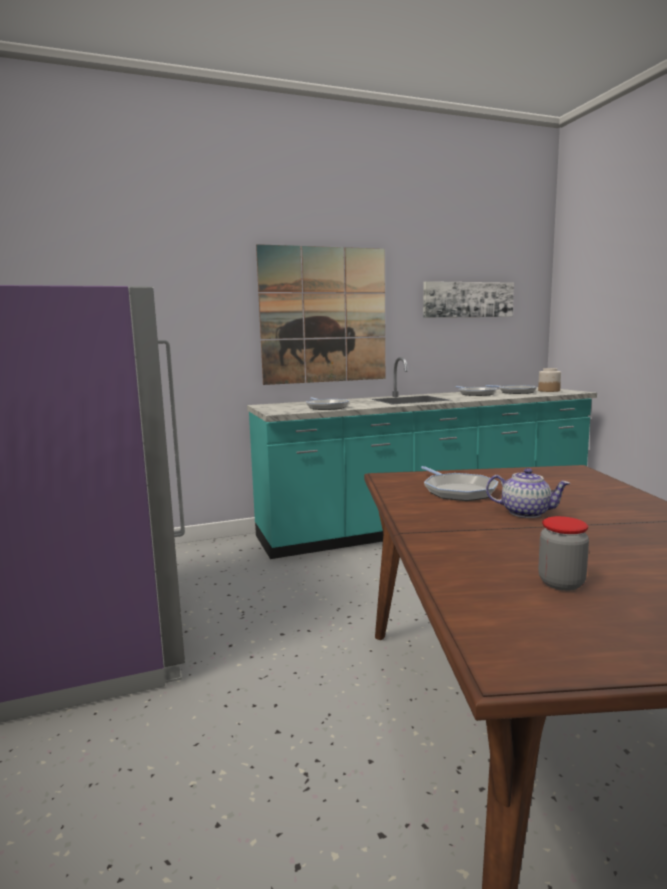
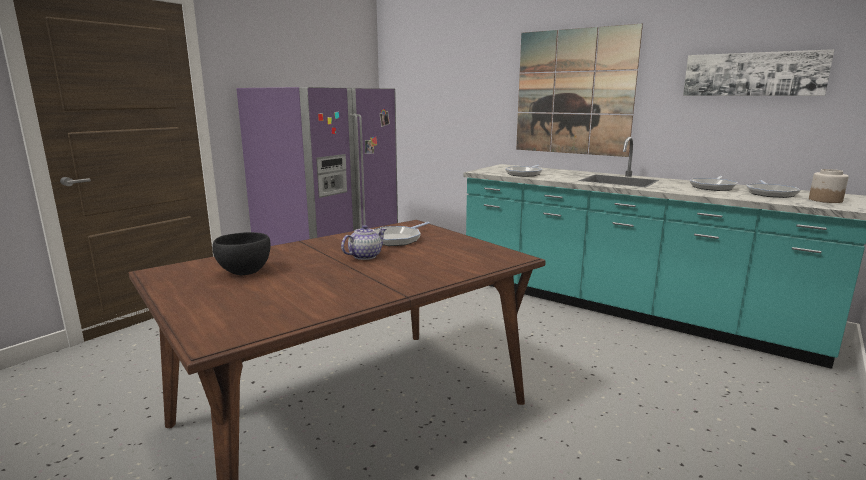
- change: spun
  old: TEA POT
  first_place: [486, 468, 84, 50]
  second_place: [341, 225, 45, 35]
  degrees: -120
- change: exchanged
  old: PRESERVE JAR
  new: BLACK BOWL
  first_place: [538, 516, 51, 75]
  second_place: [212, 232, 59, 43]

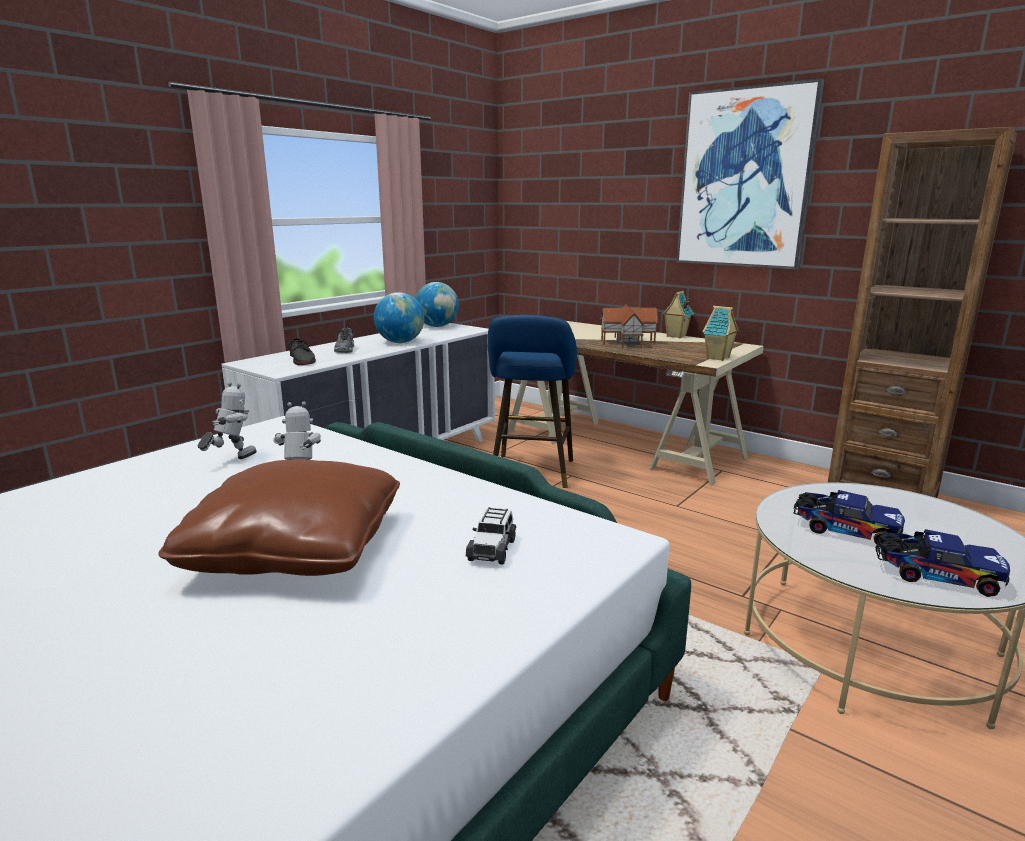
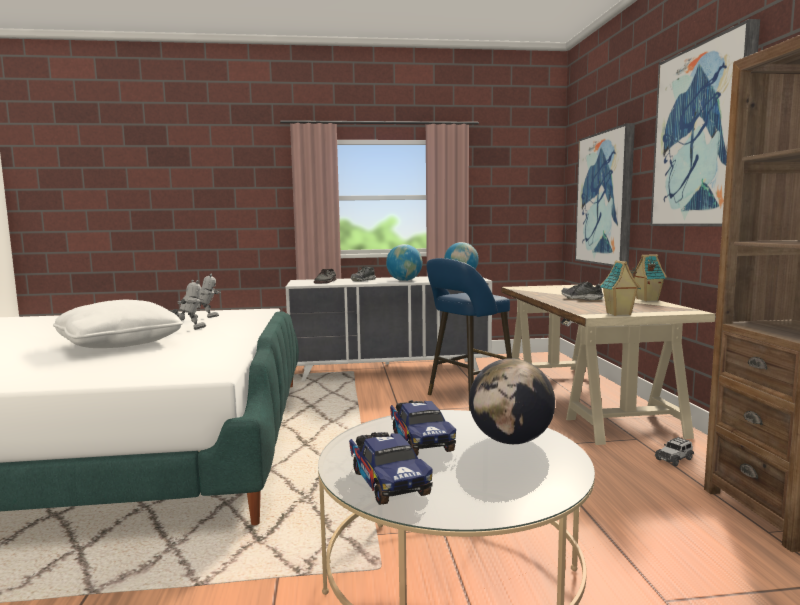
- change: colour
  old: BROWN-COLOURED THROW PILLOW
  new: WHITISH THROW PILLOW
  first_place: [158, 459, 242, 117]
  second_place: [53, 300, 130, 48]
- change: relocated
  old: TOY CAR
  first_place: [466, 507, 50, 58]
  second_place: [655, 437, 39, 29]
- change: exchanged
  old: MINIATURE HOUSE
  new: SHOE
  first_place: [600, 304, 59, 44]
  second_place: [561, 282, 43, 18]
- change: appeared
  new: DESK GLOBE
  second_place: [469, 359, 86, 85]
- change: appeared
  new: WALL PICTURE
  second_place: [575, 123, 60, 143]

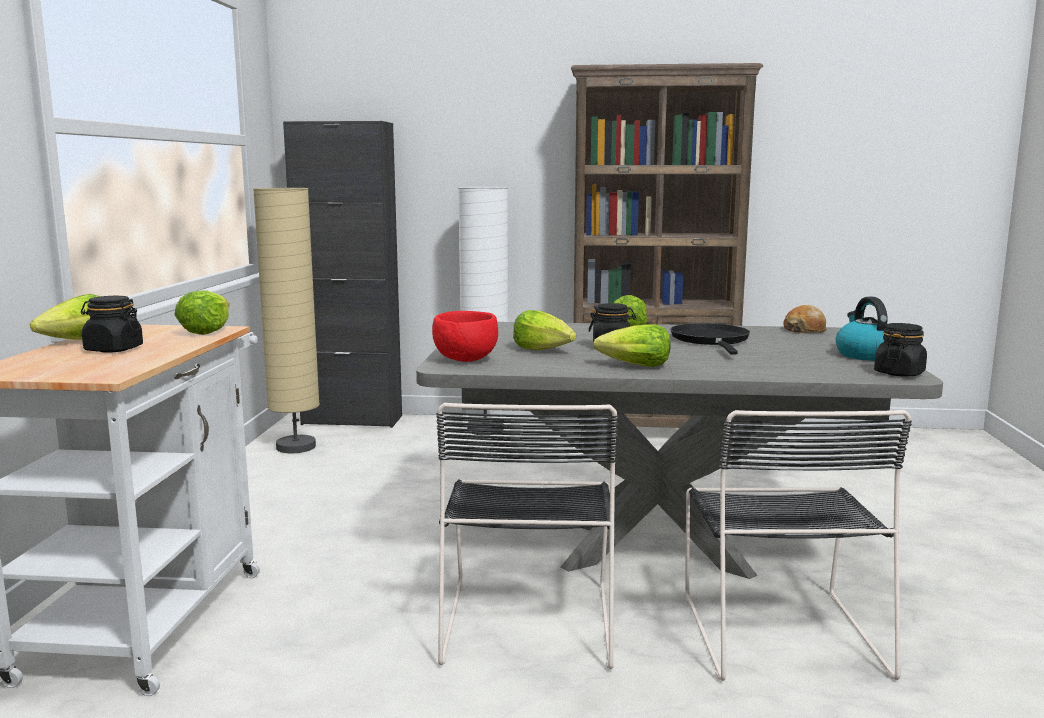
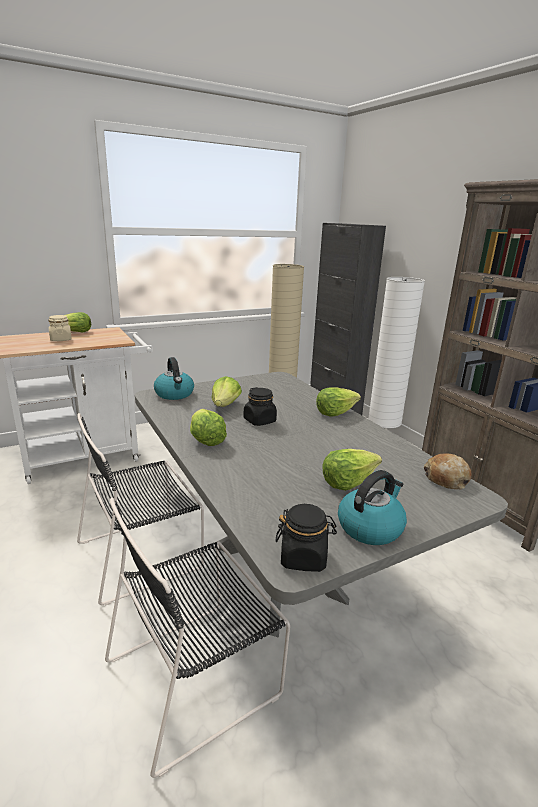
- change: colour
  old: BLACK PRESERVE JAR
  new: BEIGE-COLOURED PRESERVE JAR
  first_place: [81, 296, 62, 57]
  second_place: [49, 315, 23, 26]
- change: relocated
  old: LETTUCE HEAD
  first_place: [175, 290, 54, 45]
  second_place: [323, 449, 59, 42]
- change: exchanged
  old: RED-COLOURED BOWL
  new: KETTLE
  first_place: [432, 311, 66, 51]
  second_place: [154, 357, 40, 43]
- change: missing
  old: BLACK FRYING PAN
  first_place: [670, 323, 80, 32]

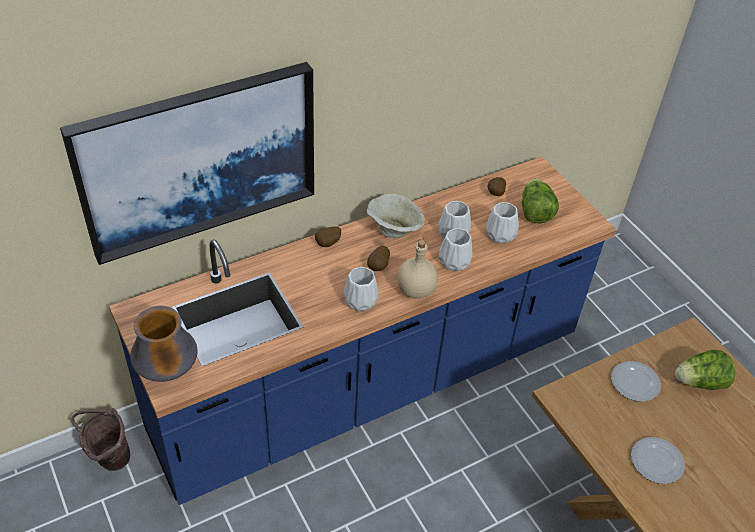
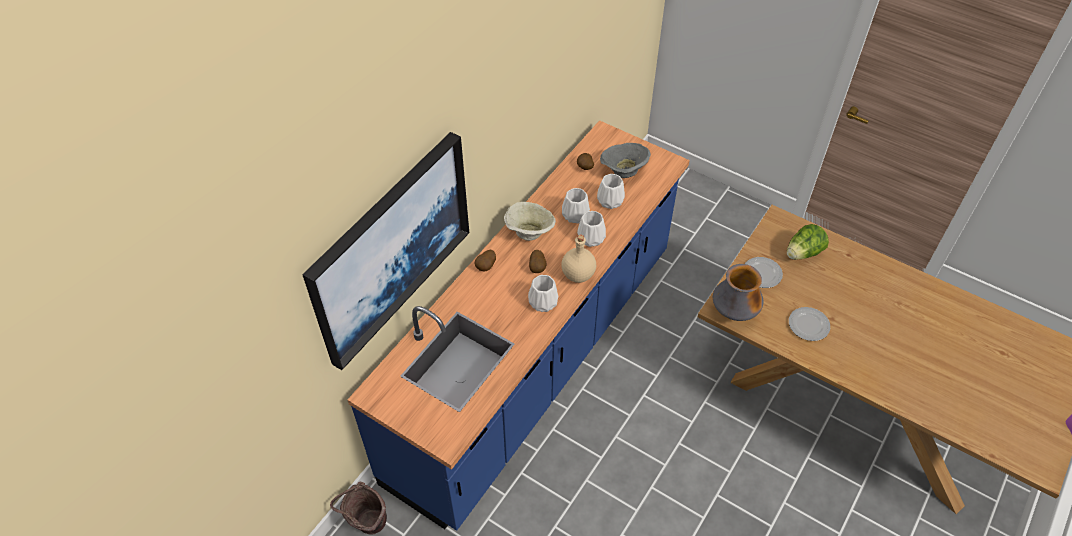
- change: relocated
  old: VASE
  first_place: [130, 306, 68, 76]
  second_place: [713, 264, 51, 57]
- change: exchanged
  old: LETTUCE HEAD
  new: GREY BOWL
  first_place: [522, 179, 37, 45]
  second_place: [600, 143, 51, 35]

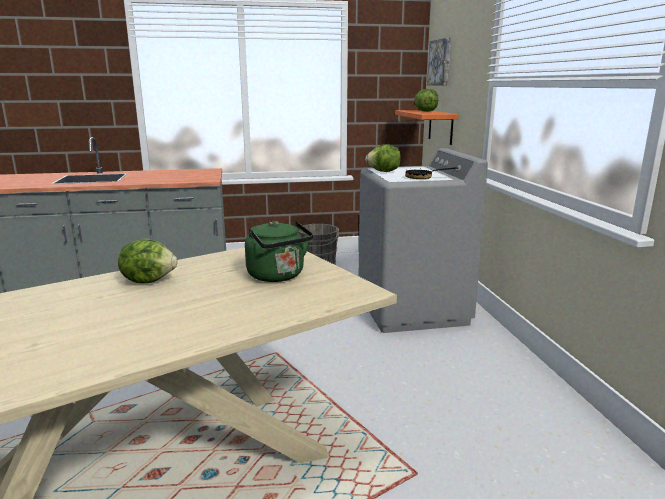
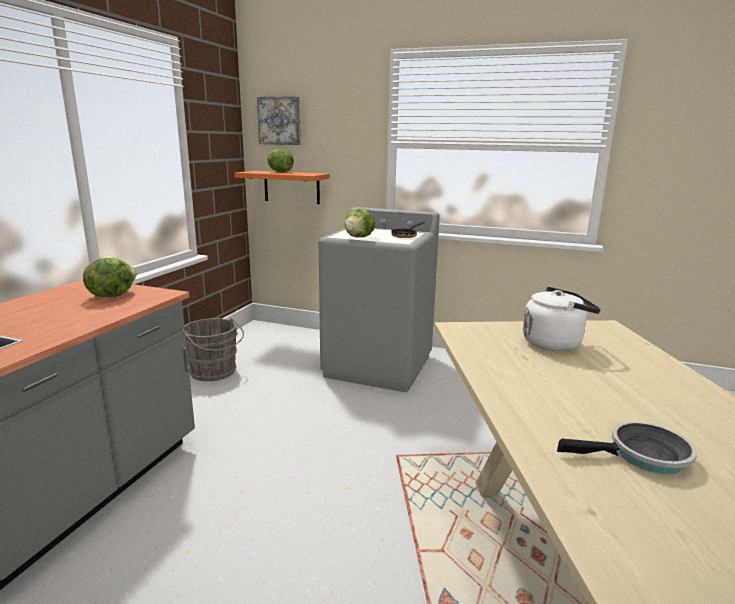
- change: relocated
  old: LETTUCE HEAD
  first_place: [118, 238, 59, 46]
  second_place: [83, 258, 54, 40]
- change: colour
  old: GREEN KETTLE
  new: WHITISH KETTLE
  first_place: [245, 221, 68, 61]
  second_place: [523, 287, 78, 64]
- change: appeared
  new: FRYING PAN
  second_place: [557, 421, 140, 53]

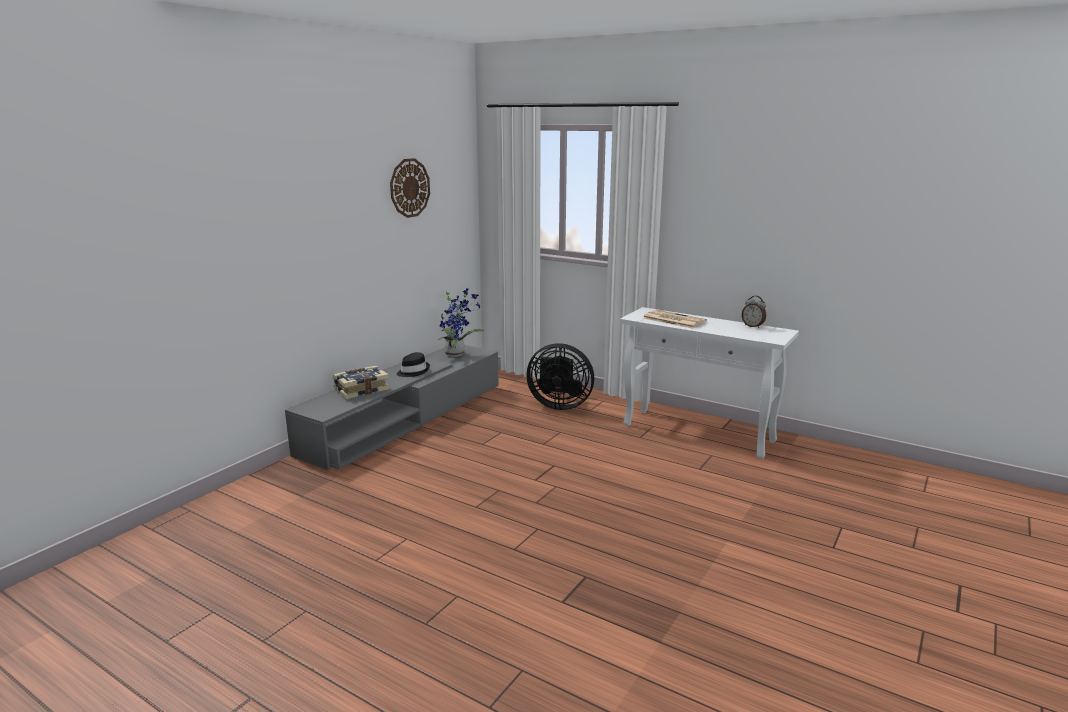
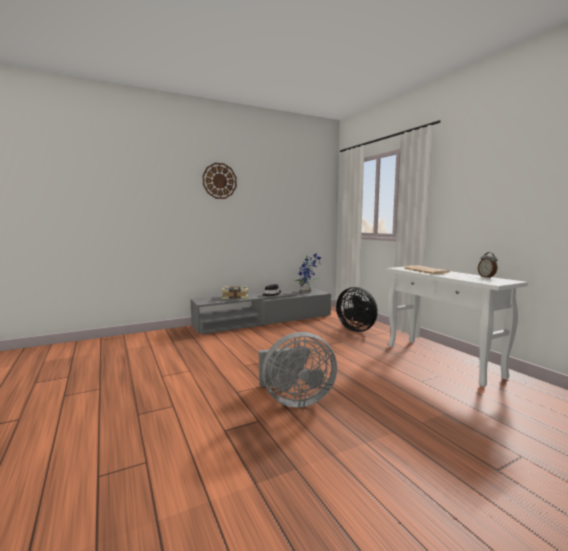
- change: relocated
  old: CLOCK ON THE WALL
  first_place: [390, 158, 40, 60]
  second_place: [202, 163, 35, 36]
- change: appeared
  new: GREY FAN
  second_place: [259, 332, 78, 76]

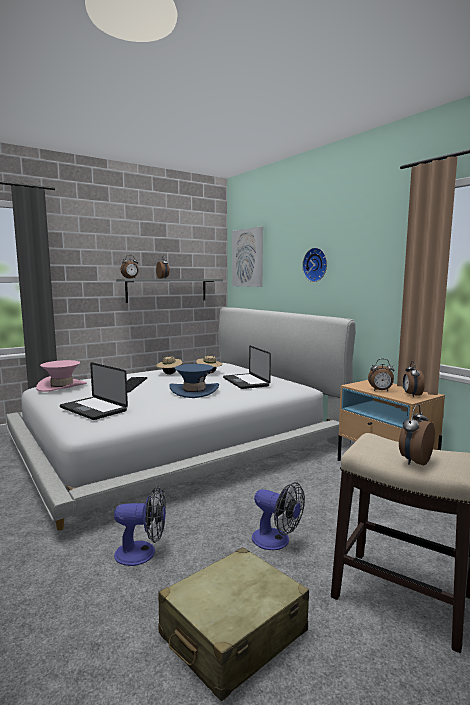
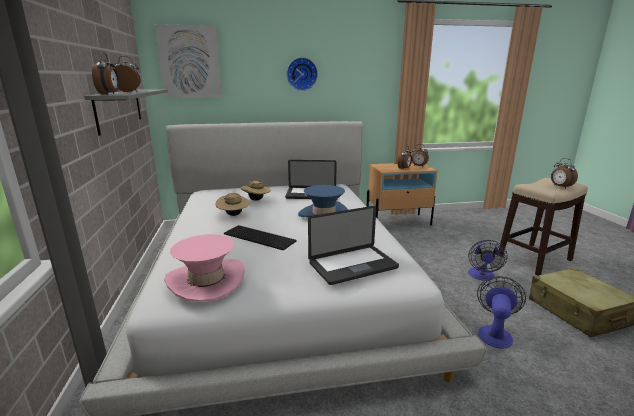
- change: spun
  old: FAN
  first_place: [252, 482, 53, 68]
  second_place: [468, 240, 40, 41]
  degrees: 135

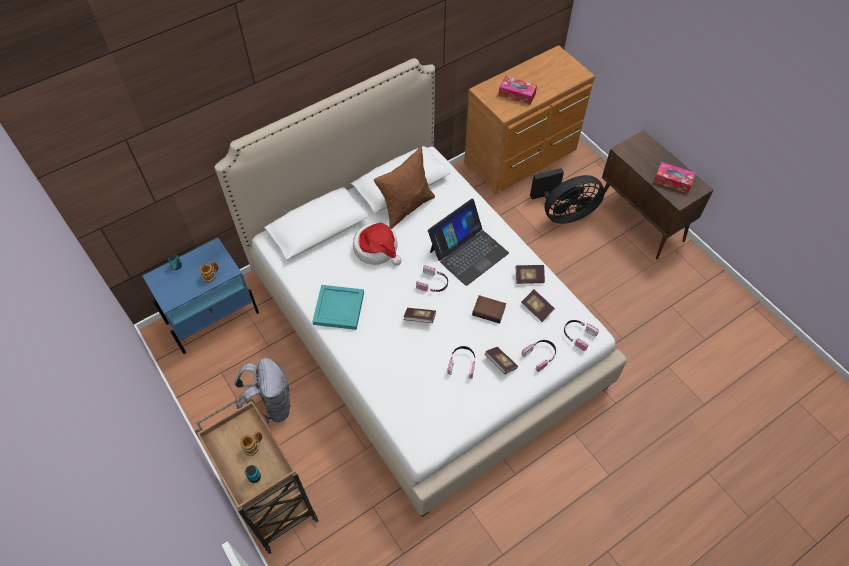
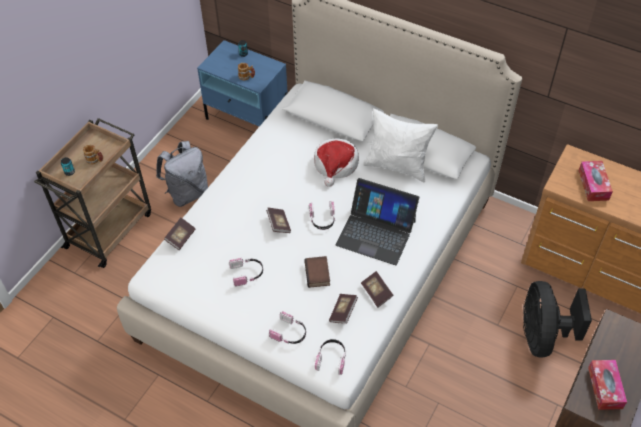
- change: missing
  old: BLUE-GREEN TRAY
  first_place: [312, 285, 52, 45]
- change: colour
  old: BROWN-COLOURED THROW PILLOW
  new: WHITISH THROW PILLOW
  first_place: [374, 146, 61, 83]
  second_place: [363, 108, 75, 75]
- change: relocated
  old: VOLUME
  first_place: [485, 347, 33, 27]
  second_place: [164, 217, 31, 33]
- change: spun
  old: BLACK FAN
  first_place: [530, 168, 75, 56]
  second_place: [523, 281, 69, 77]
  degrees: 45

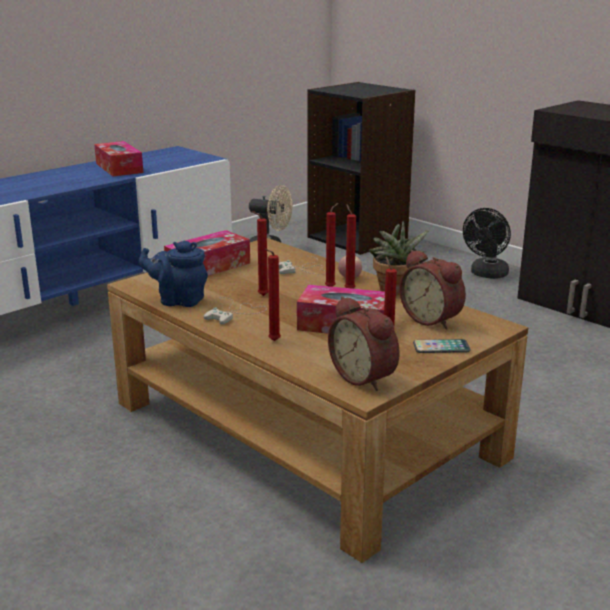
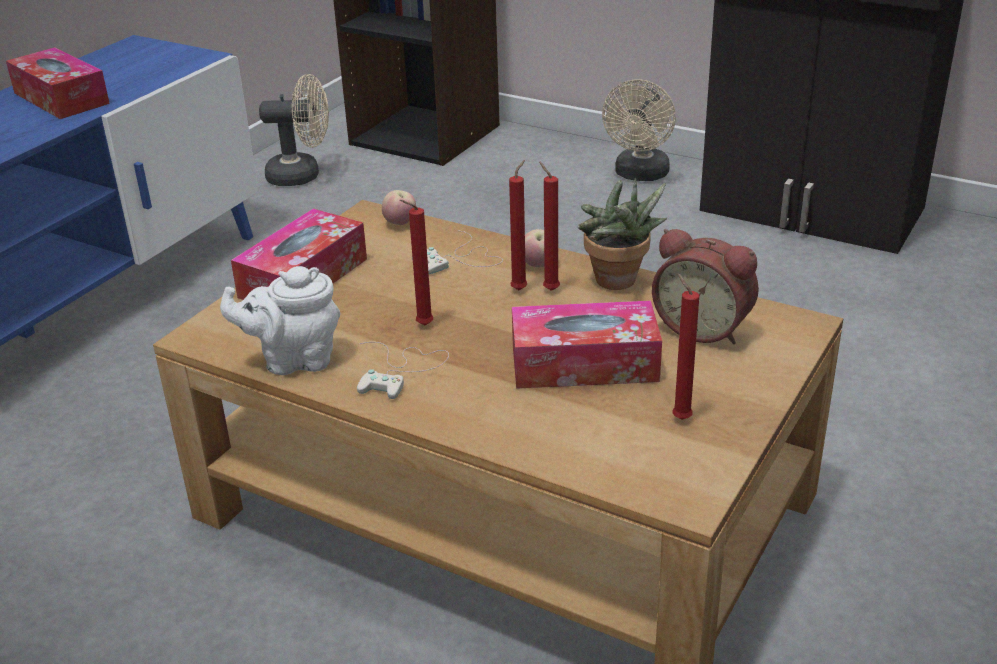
- change: colour
  old: BLUE-COLOURED TEA POT
  new: WHITISH TEA POT
  first_place: [139, 241, 69, 66]
  second_place: [220, 266, 120, 109]
- change: missing
  old: RED-COLOURED WAX LIGHT
  first_place: [265, 249, 16, 92]
- change: missing
  old: BEDSIDE CLOCK
  first_place: [328, 296, 72, 95]
- change: missing
  old: PHONE
  first_place: [413, 339, 58, 14]
- change: colour
  old: BLACK FAN
  new: BEIGE-COLOURED FAN
  first_place: [463, 208, 48, 71]
  second_place: [602, 80, 74, 101]
- change: appeared
  new: APPLE FRUIT
  second_place: [382, 190, 34, 35]

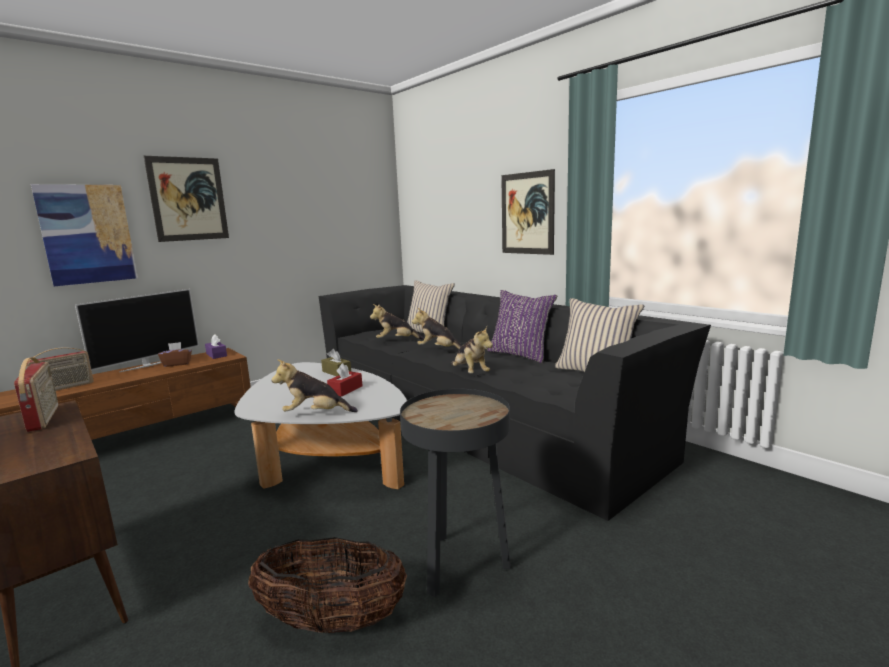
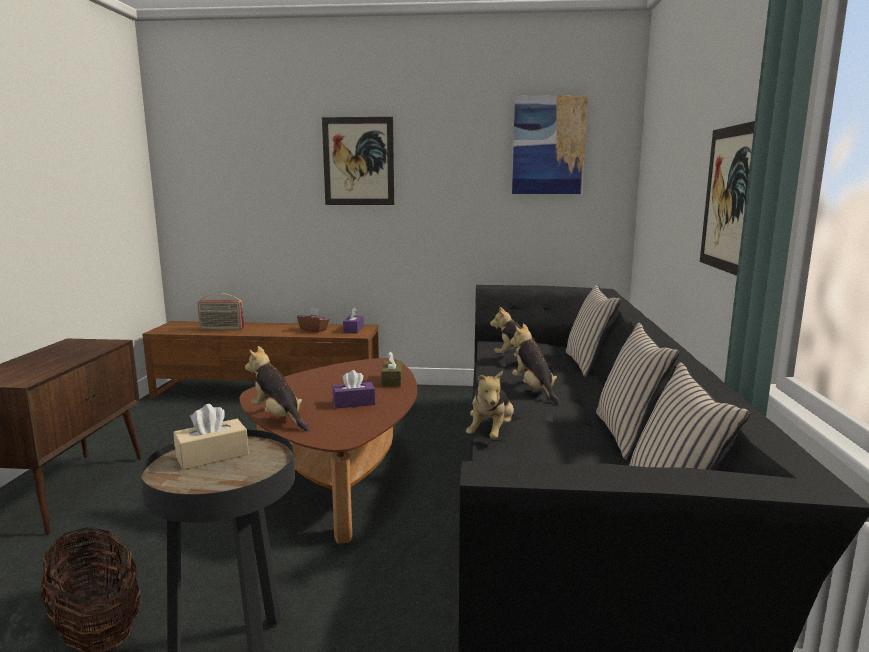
- change: missing
  old: RADIO RECEIVER
  first_place: [14, 357, 44, 75]
- change: relocated
  old: WALL PICTURE
  first_place: [31, 184, 107, 102]
  second_place: [512, 95, 76, 99]
- change: missing
  old: TELEVISION
  first_place: [75, 289, 124, 83]
- change: colour
  old: WHITISH LOUNGE TABLE
  new: BROWN-COLOURED LOUNGE TABLE
  first_place: [234, 362, 173, 127]
  second_place: [240, 358, 177, 186]
- change: colour
  old: RED-COLOURED TISSUE BOX
  new: PURPLISH TISSUE BOX
  first_place: [327, 363, 36, 34]
  second_place: [333, 370, 42, 38]
- change: colour
  old: PURPLISH THROW PILLOW
  new: BEIGE-COLOURED THROW PILLOW
  first_place: [487, 290, 70, 73]
  second_place: [596, 323, 84, 137]
- change: appeared
  new: BEIGE-COLOURED TISSUE BOX
  second_place: [174, 404, 75, 66]

